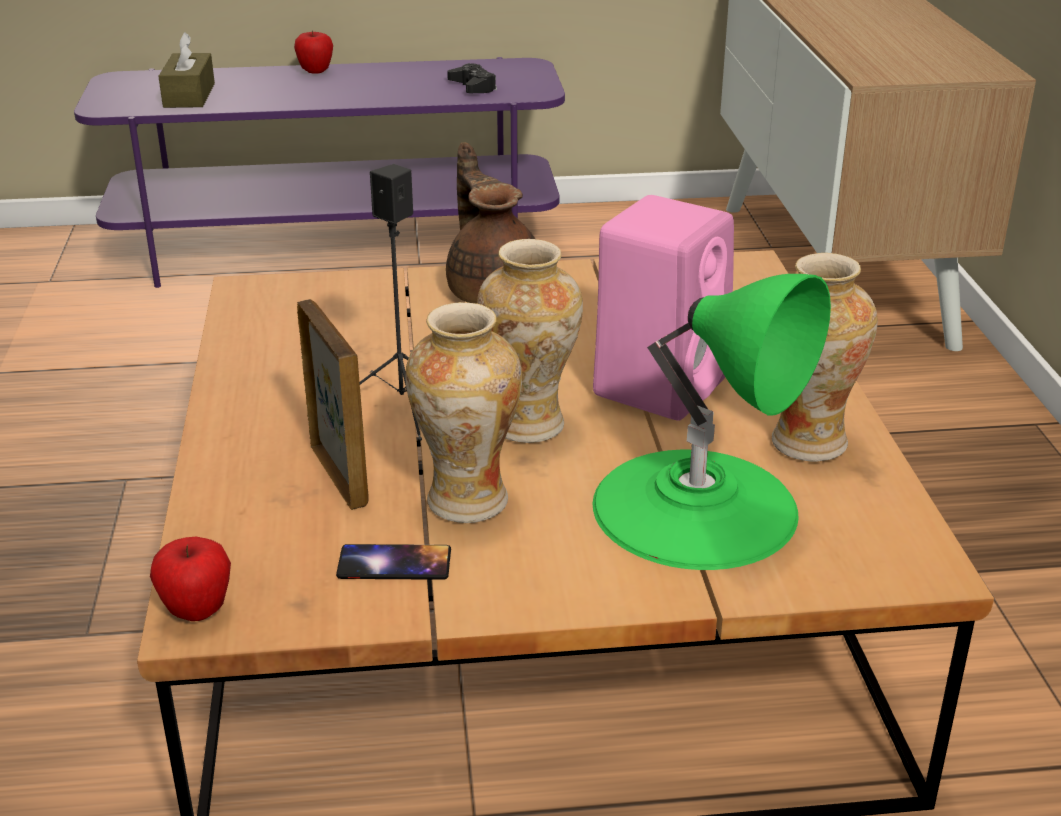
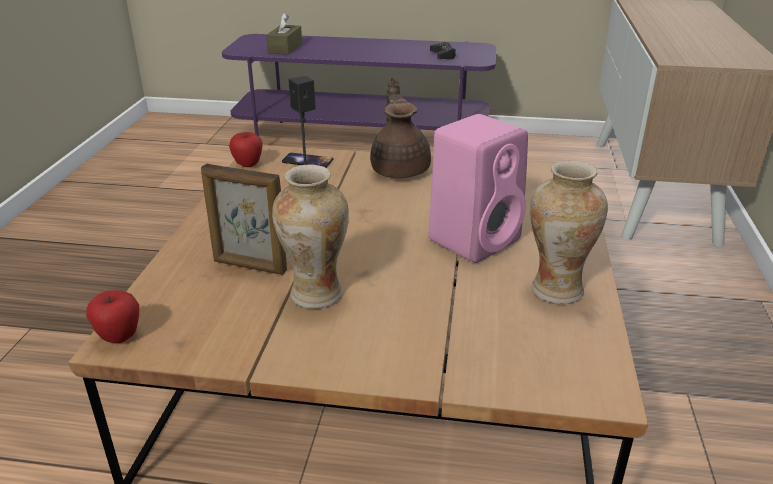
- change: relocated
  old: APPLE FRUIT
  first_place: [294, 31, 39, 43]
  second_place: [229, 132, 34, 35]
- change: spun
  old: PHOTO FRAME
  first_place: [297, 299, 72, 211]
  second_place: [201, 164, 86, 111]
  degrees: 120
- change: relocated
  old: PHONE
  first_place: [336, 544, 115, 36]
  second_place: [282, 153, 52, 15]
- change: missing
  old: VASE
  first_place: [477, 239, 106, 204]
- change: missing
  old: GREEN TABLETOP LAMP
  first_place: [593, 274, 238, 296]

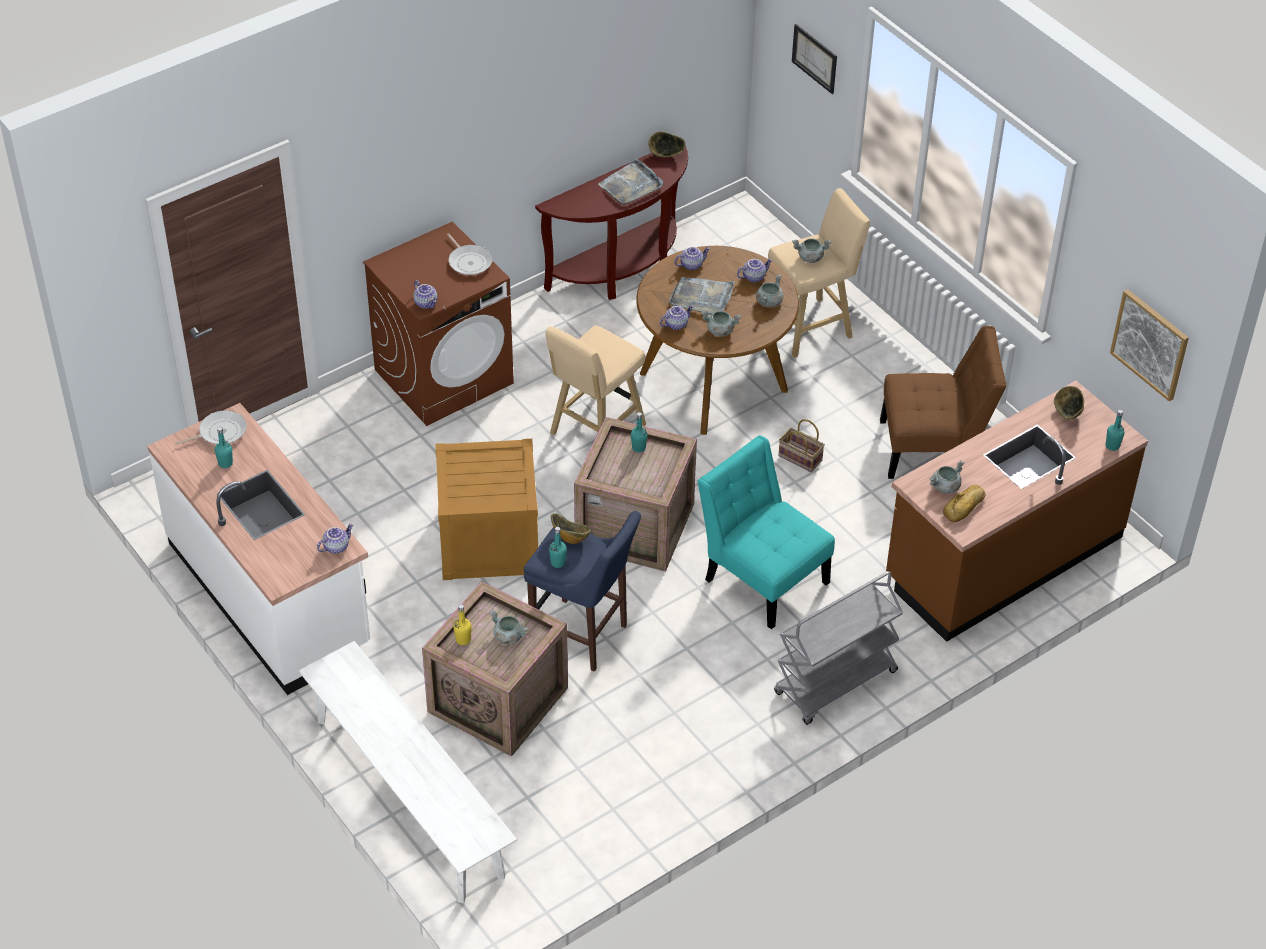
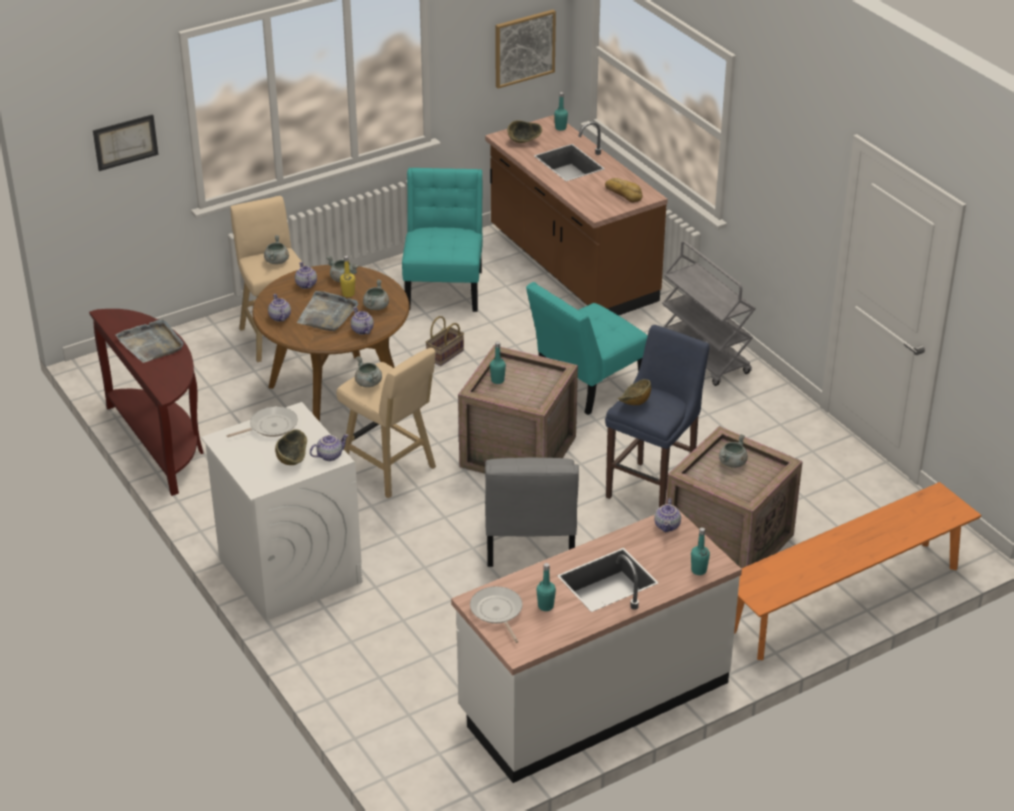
- change: colour
  old: WHITISH INDOOR BENCH
  new: ORANGEY INDOOR BENCH
  first_place: [299, 641, 218, 262]
  second_place: [734, 482, 248, 178]
- change: spun
  old: TEA POT
  first_place: [317, 524, 36, 29]
  second_place: [654, 498, 27, 34]
  degrees: -135
- change: colour
  old: BROWN-COLOURED WASHING MACHINE
  new: WHITISH WASHING MACHINE
  first_place: [363, 221, 151, 205]
  second_place: [201, 402, 162, 219]
- change: exchanged
  old: CRATE
  new: GREY CHAIR
  first_place: [435, 439, 103, 141]
  second_place: [485, 458, 94, 109]
- change: relocated
  old: YELLOW BOTTLE
  first_place: [453, 604, 19, 41]
  second_place: [340, 256, 15, 41]
- change: relocated
  old: BLUE-GREEN BOTTLE
  first_place: [549, 527, 18, 41]
  second_place: [691, 527, 19, 48]
- change: relocated
  old: BOWL
  first_place: [648, 131, 38, 27]
  second_place: [275, 429, 32, 36]
- change: colour
  old: BROWN-COLOURED CHAIR
  new: BLUE-GREEN CHAIR
  first_place: [880, 326, 126, 153]
  second_place: [402, 168, 81, 144]
- change: relocated
  old: GREY COOKING POT
  first_place: [929, 460, 35, 34]
  second_place: [355, 356, 27, 31]

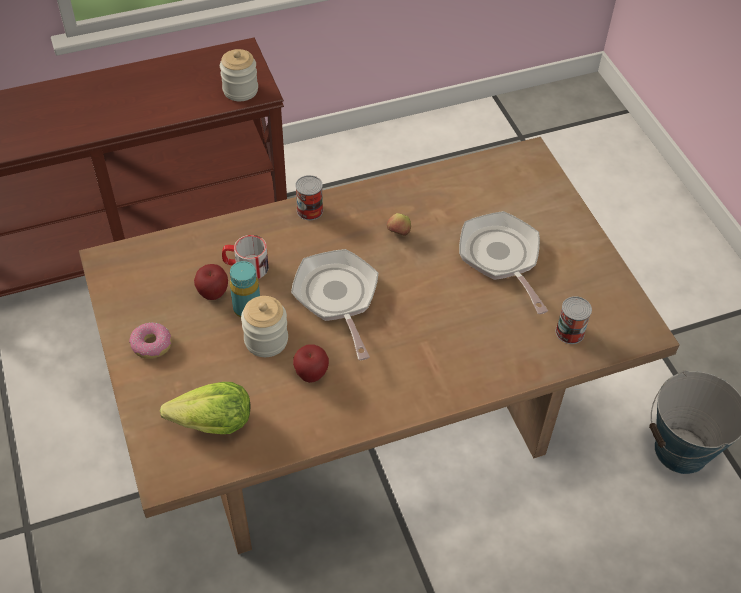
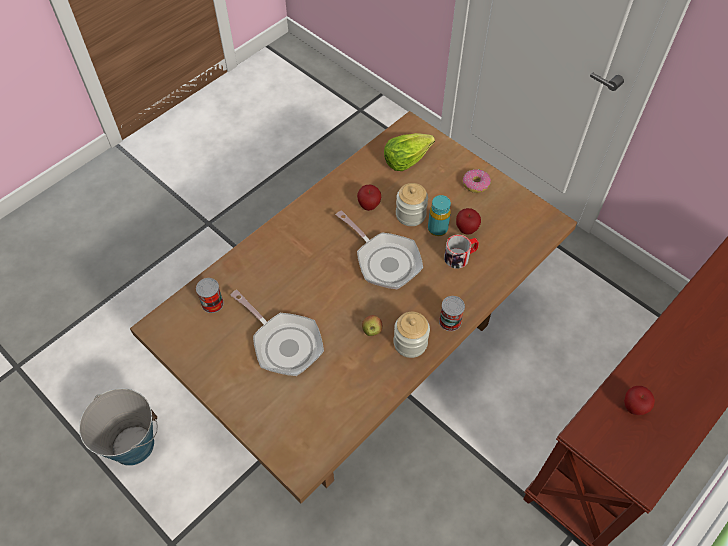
- change: relocated
  old: PRESERVE JAR
  first_place: [220, 49, 38, 52]
  second_place: [393, 312, 37, 46]
- change: appeared
  new: APPLE FRUIT
  second_place: [624, 386, 31, 29]

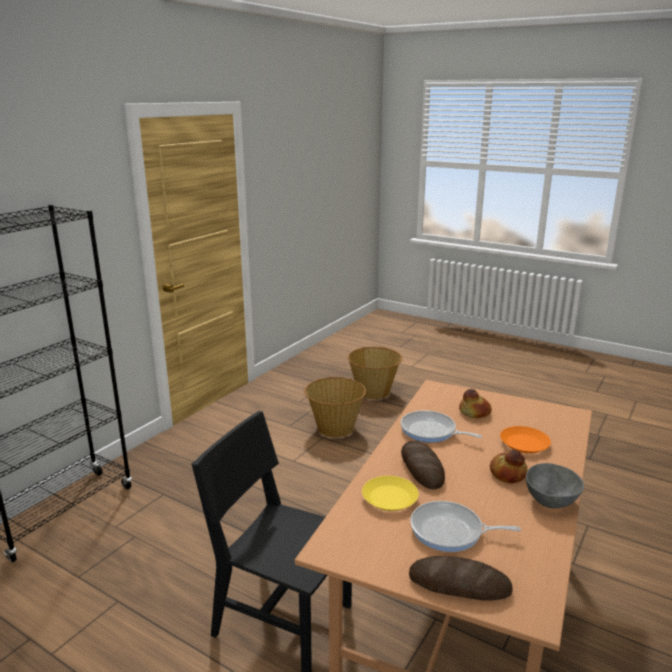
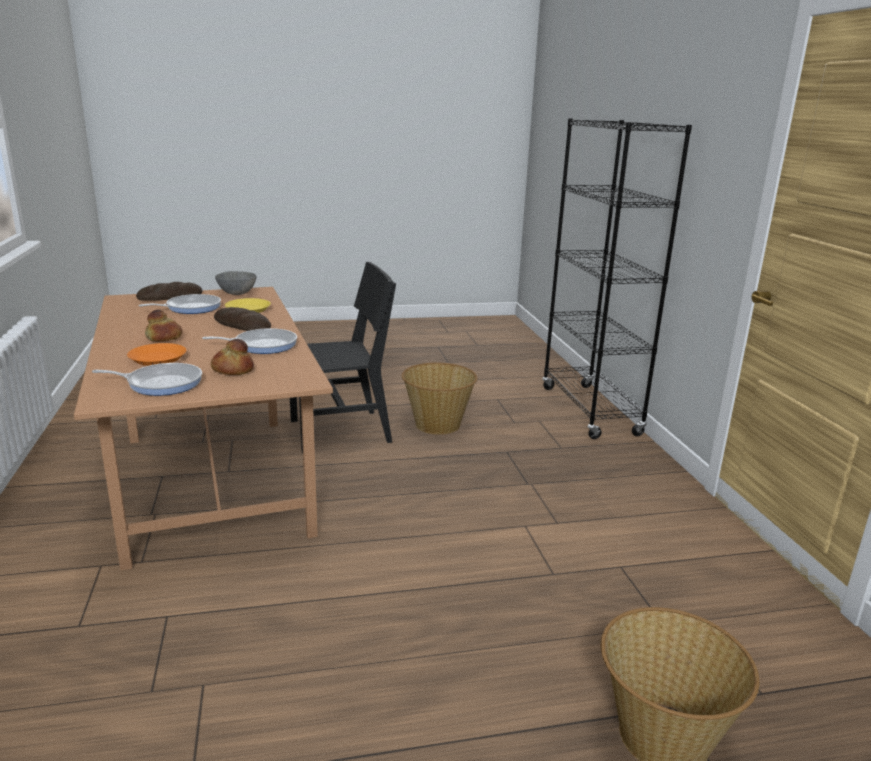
- change: relocated
  old: STORAGE BASKET
  first_place: [304, 377, 62, 61]
  second_place: [402, 363, 75, 72]
- change: relocated
  old: GREY BOWL
  first_place: [526, 463, 58, 46]
  second_place: [215, 271, 41, 24]
- change: appeared
  new: FRYING PAN
  second_place: [92, 363, 110, 33]

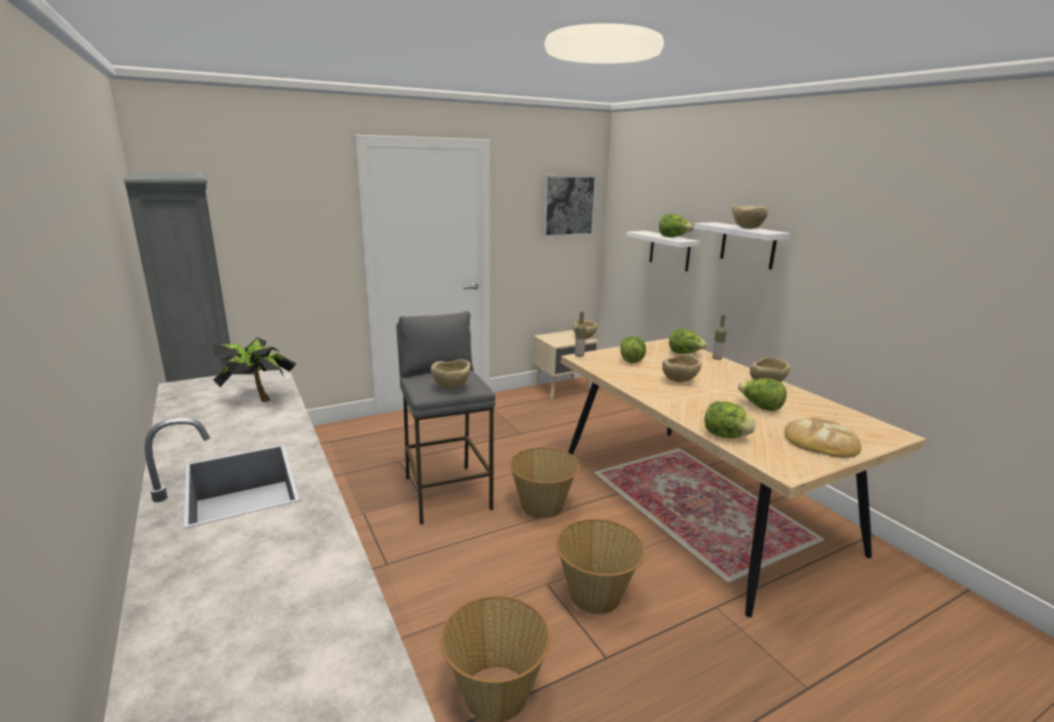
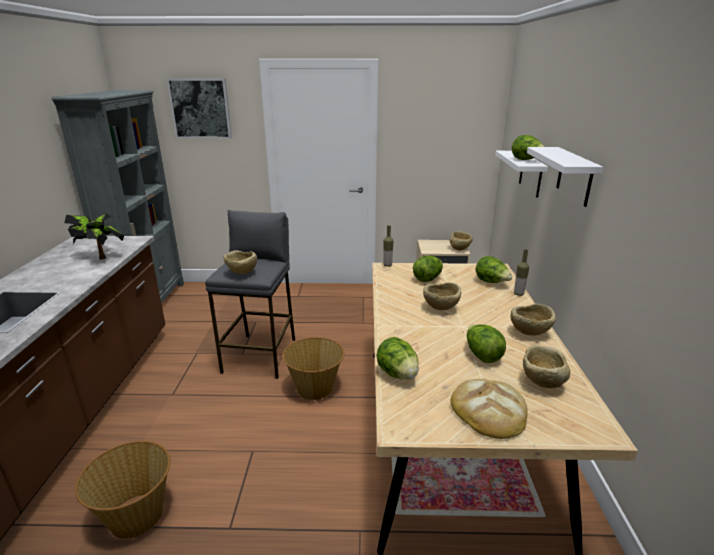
- change: relocated
  old: WALL PICTURE
  first_place: [542, 175, 55, 63]
  second_place: [166, 78, 66, 61]
- change: missing
  old: STORAGE BASKET
  first_place: [556, 519, 89, 95]
- change: relocated
  old: BEIGE-COLOURED BOWL
  first_place: [732, 205, 36, 24]
  second_place: [523, 345, 47, 43]

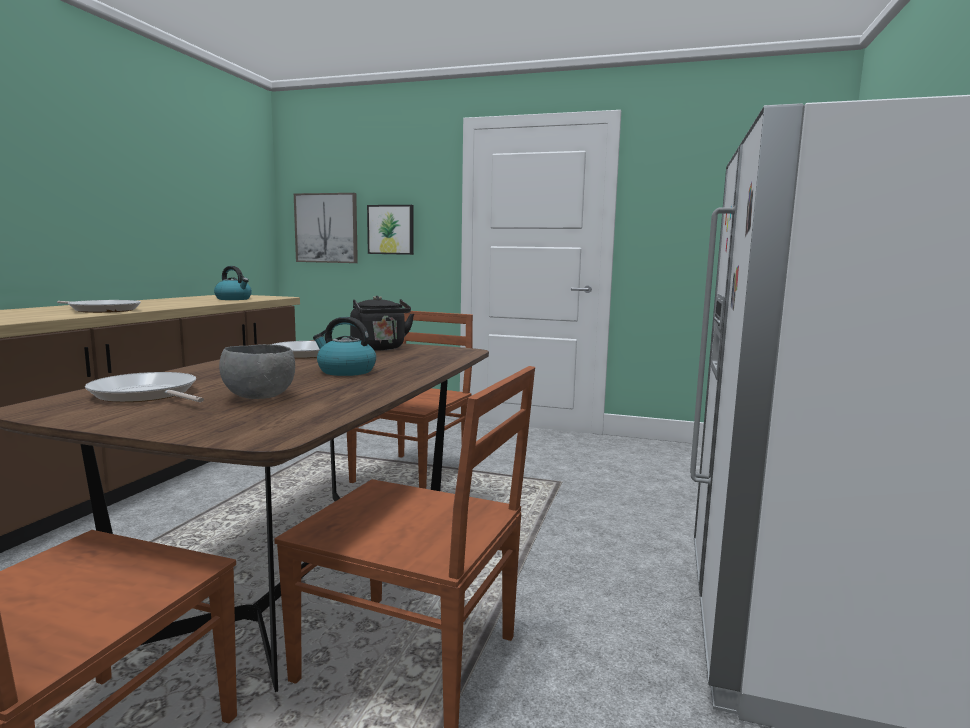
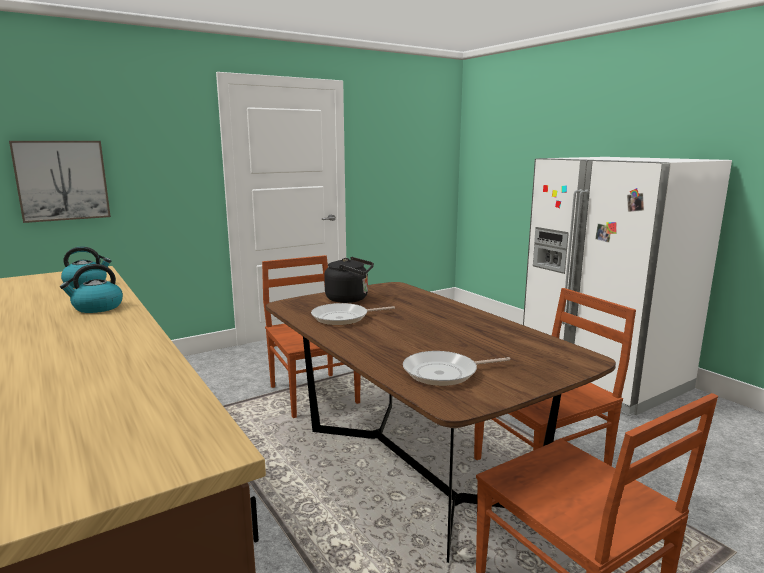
- change: missing
  old: FRYING PAN
  first_place: [57, 300, 84, 13]
- change: missing
  old: GREY BOWL
  first_place: [219, 344, 76, 55]
- change: relocated
  old: KETTLE
  first_place: [313, 317, 63, 59]
  second_place: [60, 264, 63, 49]
- change: missing
  old: WALL PICTURE
  first_place: [367, 205, 47, 50]

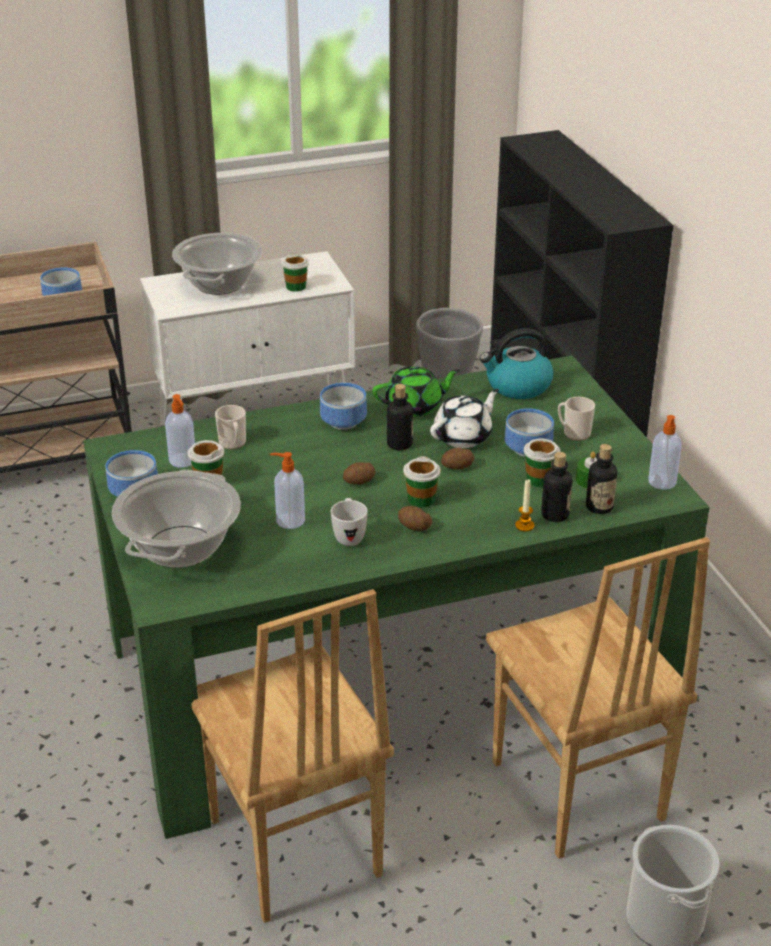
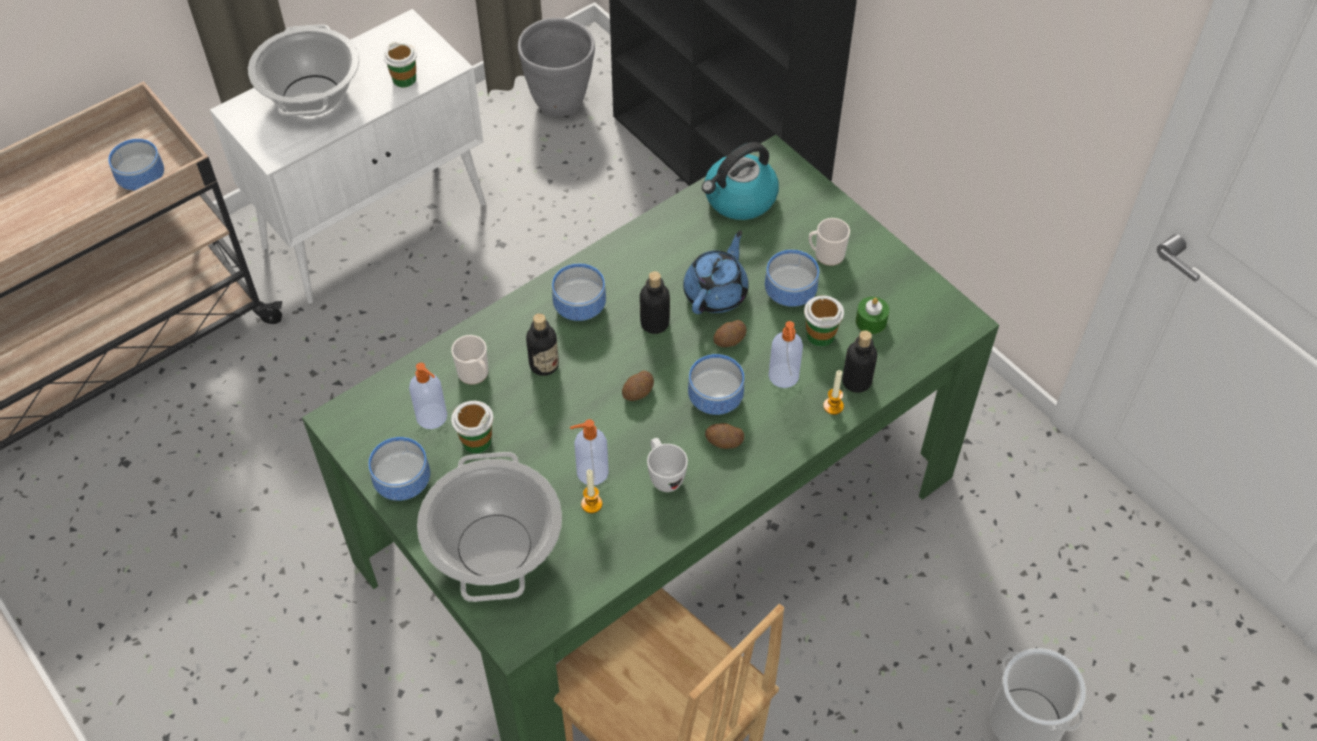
- change: missing
  old: GREEN TEA POT
  first_place: [373, 366, 87, 51]
- change: exchanged
  old: CUP
  new: BOWL
  first_place: [403, 456, 38, 52]
  second_place: [688, 354, 56, 61]
- change: colour
  old: WHITISH TEA POT
  new: BLUE-COLOURED TEA POT
  first_place: [430, 389, 69, 59]
  second_place: [683, 230, 66, 84]
- change: missing
  old: BROWN-COLOURED CHAIR
  first_place: [486, 537, 224, 322]
- change: relocated
  old: BOTTLE
  first_place: [586, 444, 31, 70]
  second_place: [526, 313, 33, 63]
- change: relocated
  old: LIQUID SOAP BOTTLE
  first_place: [648, 415, 34, 75]
  second_place: [769, 321, 34, 67]
- change: appeared
  new: WAX LIGHT
  second_place: [581, 469, 22, 44]

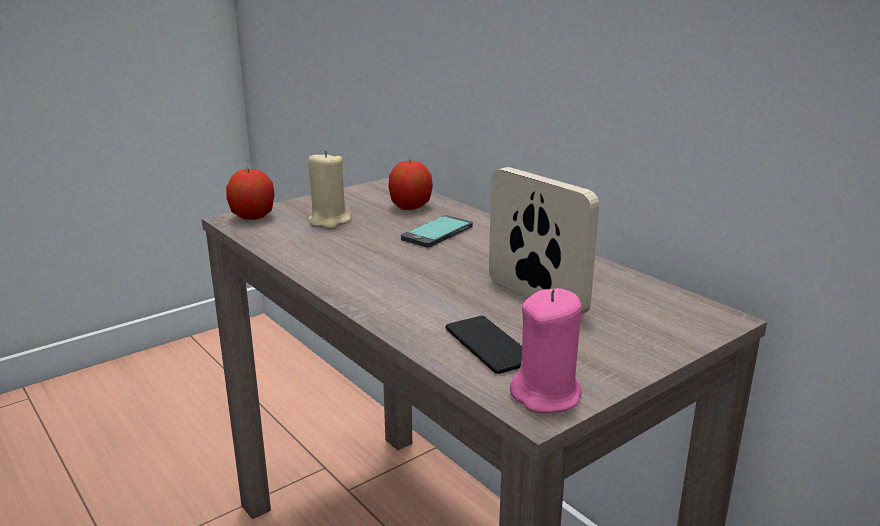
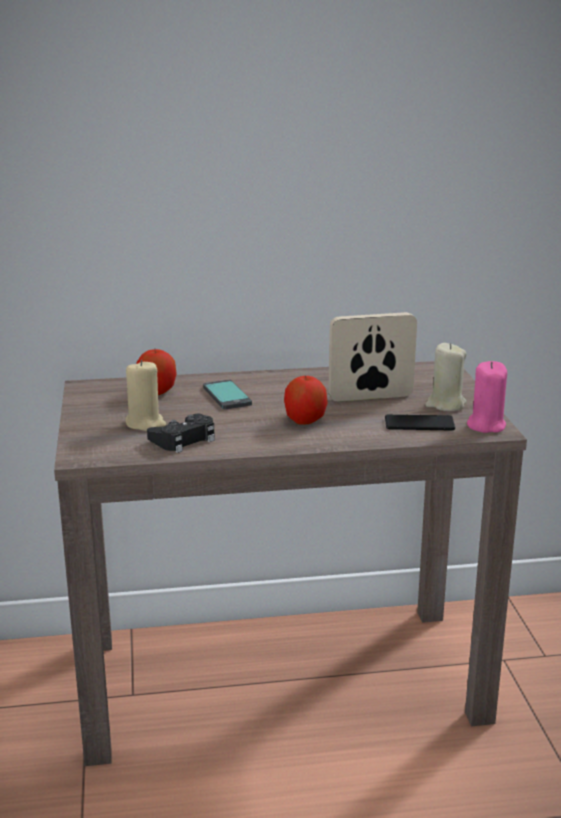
- change: relocated
  old: APPLE FRUIT
  first_place: [226, 169, 49, 51]
  second_place: [284, 375, 44, 50]
- change: appeared
  new: BLACK GAMEPAD
  second_place: [147, 413, 68, 40]
- change: appeared
  new: BEIGE-COLOURED WAX LIGHT
  second_place: [426, 343, 41, 68]

